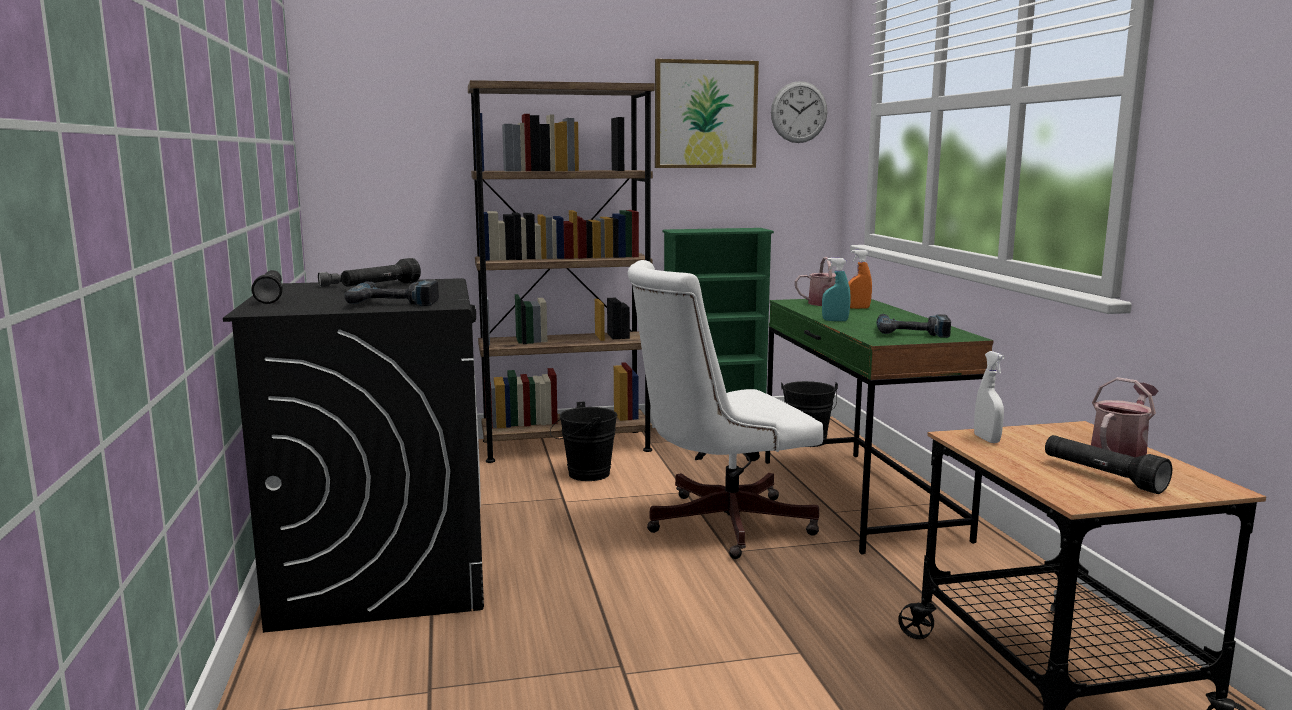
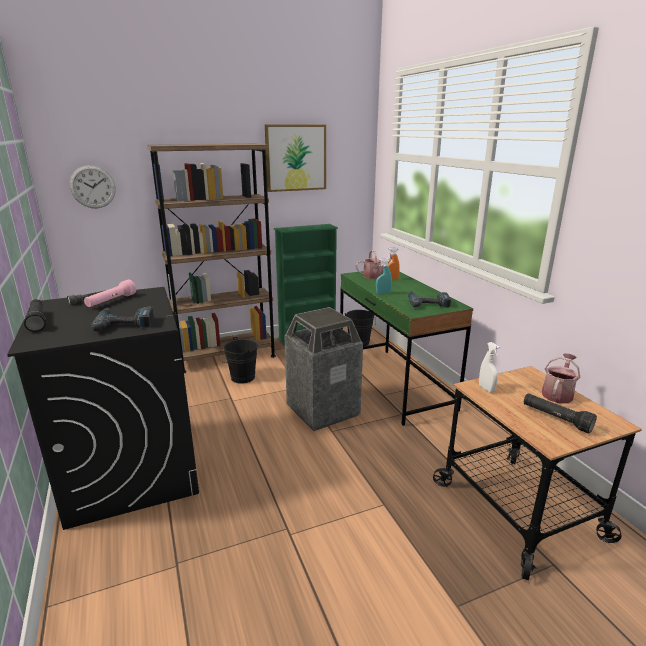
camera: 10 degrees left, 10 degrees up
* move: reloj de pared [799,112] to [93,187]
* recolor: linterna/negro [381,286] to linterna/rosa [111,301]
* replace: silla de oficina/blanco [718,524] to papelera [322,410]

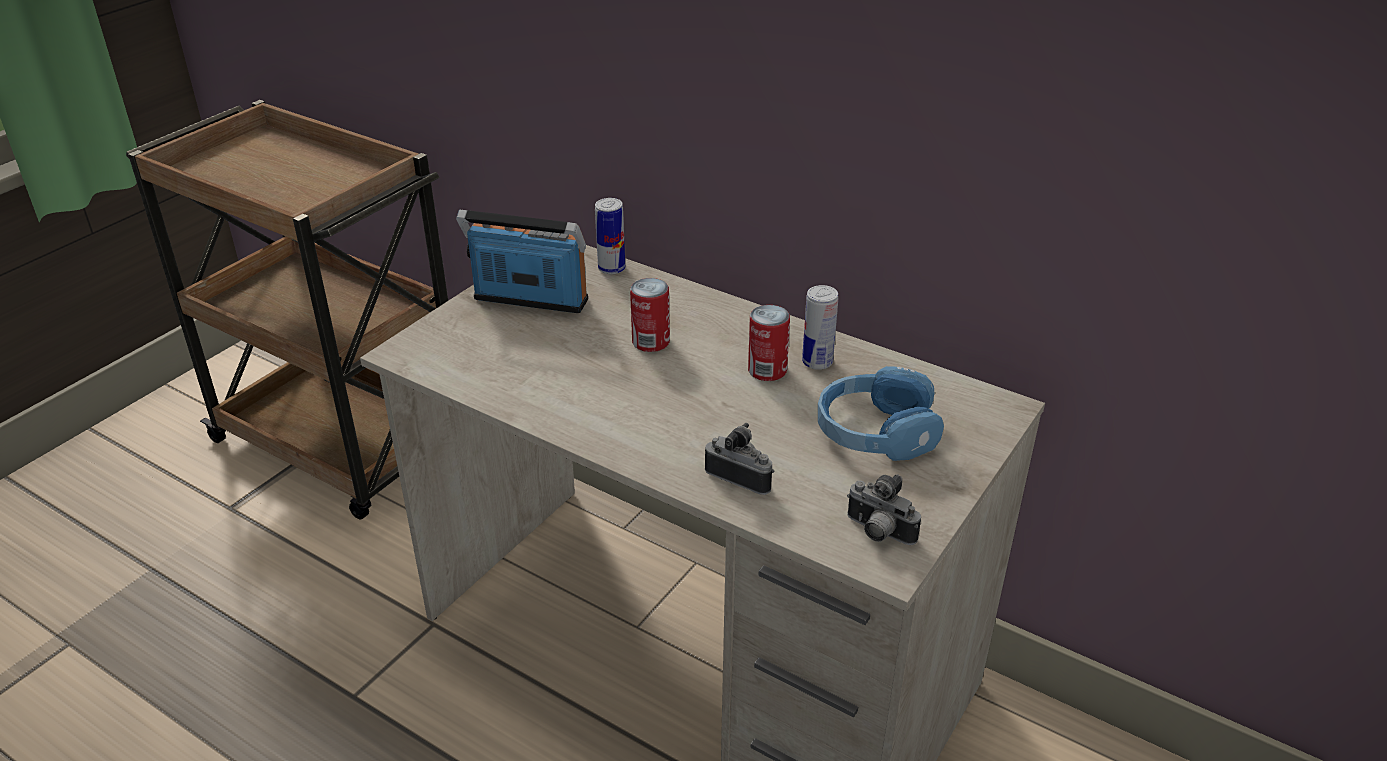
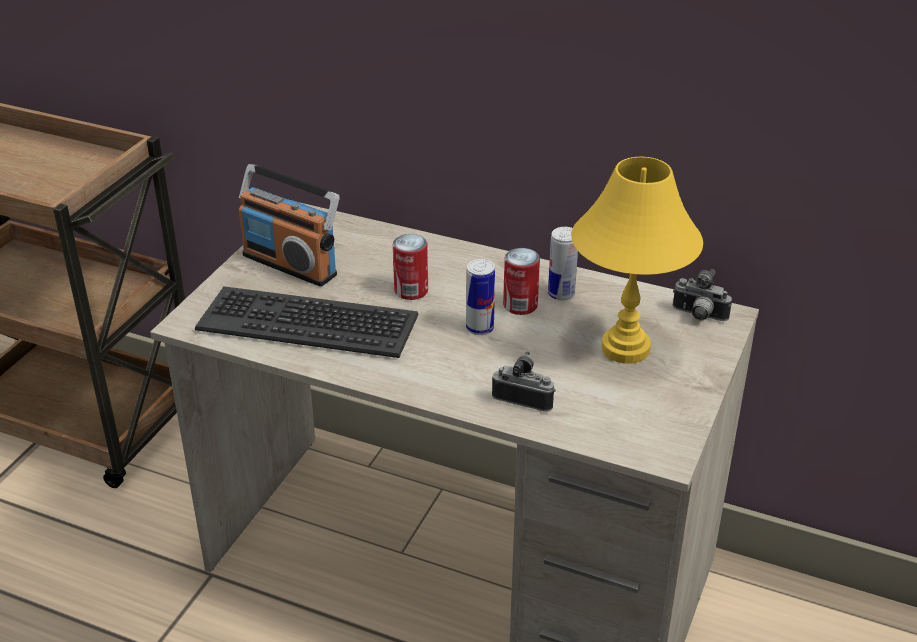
camera: 10 degrees left, 0 degrees up
* move: lata [611,269] to [479,328]
* rotate: radio [530,300] = [290,264] 150 degrees counterclockwise
* replace: auriculares/azul [875,432] to lámpara de mesa/amarillo [626,349]
* move: cámara [877,533] to [698,316]
* insert: teclado [308,322]

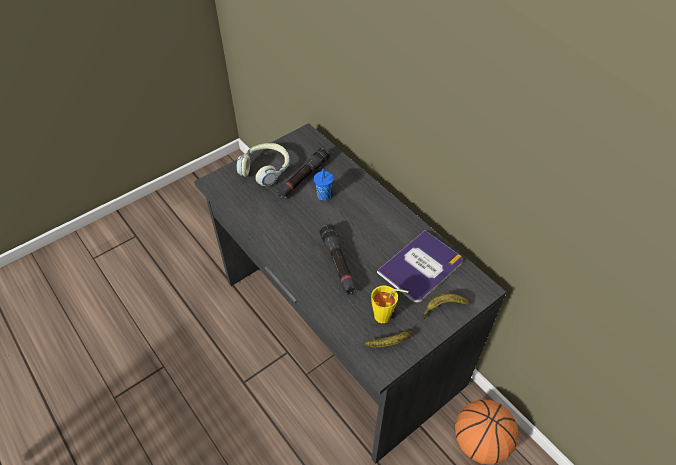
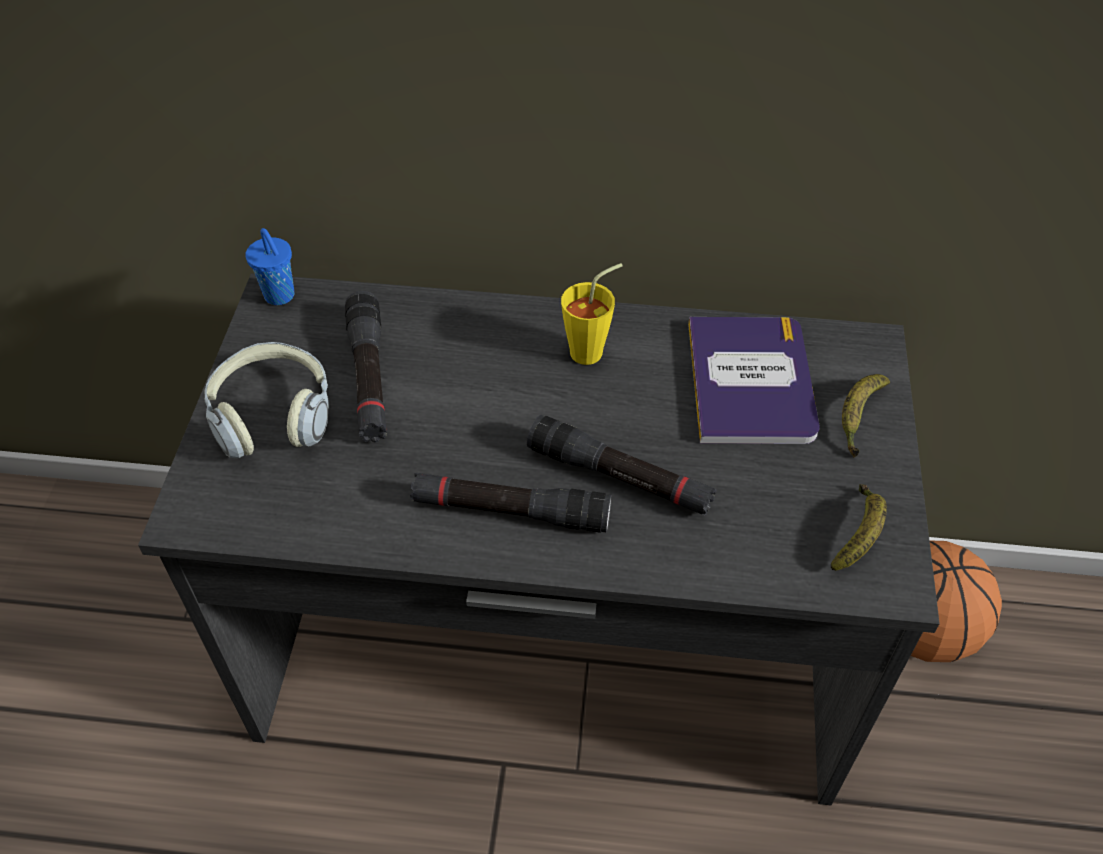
camera: 45 degrees left, 0 degrees up
* move: taza/azul [323,196] to [280,296]
* move: taza/amarillo [386,317] to [593,350]
* insert: linterna/negro [510,511]

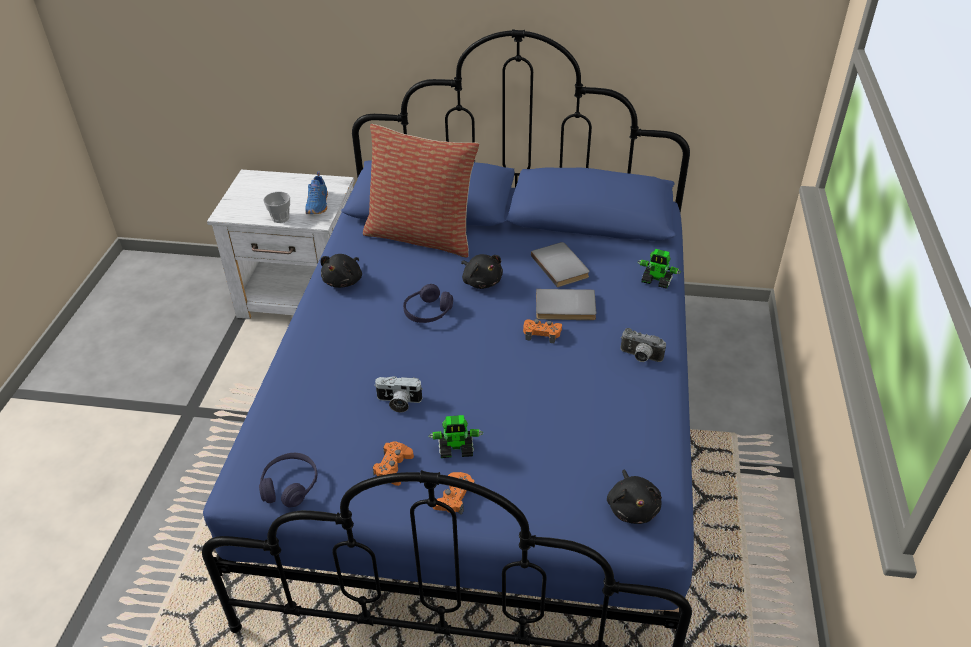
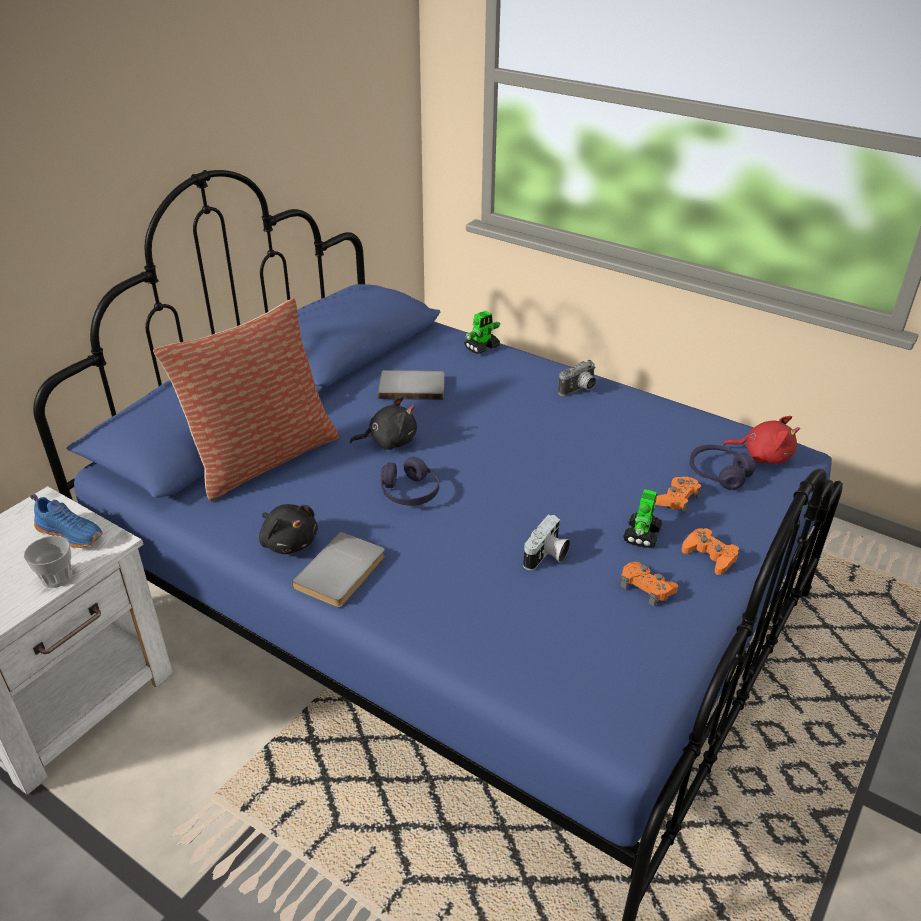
camera: 65 degrees left, 5 degrees down
* move: libro/gris [565,308] to [343,573]
* move: mando de consola/naranja [542,333] to [677,499]
* move: auriculares/morado [290,486] to [718,474]
* recolor: peluche/negro [632,507] to peluche/rojo [763,456]

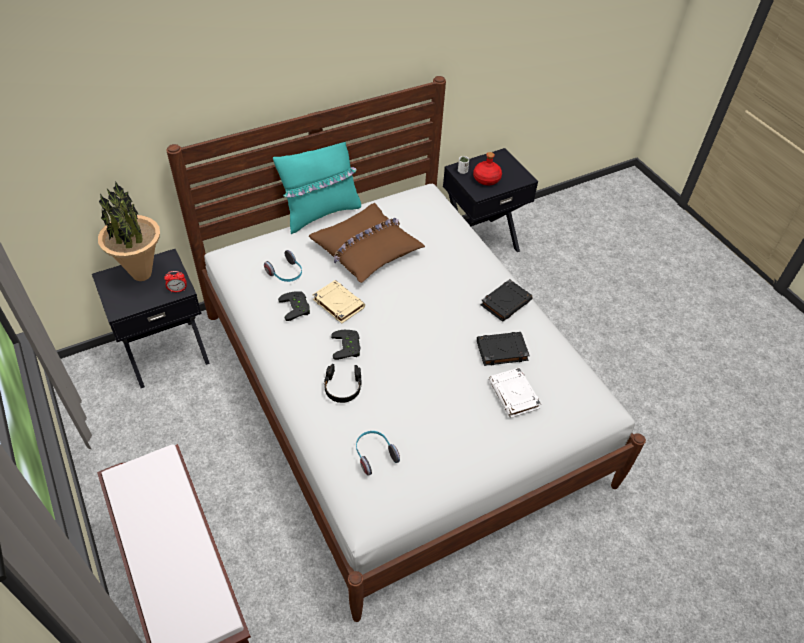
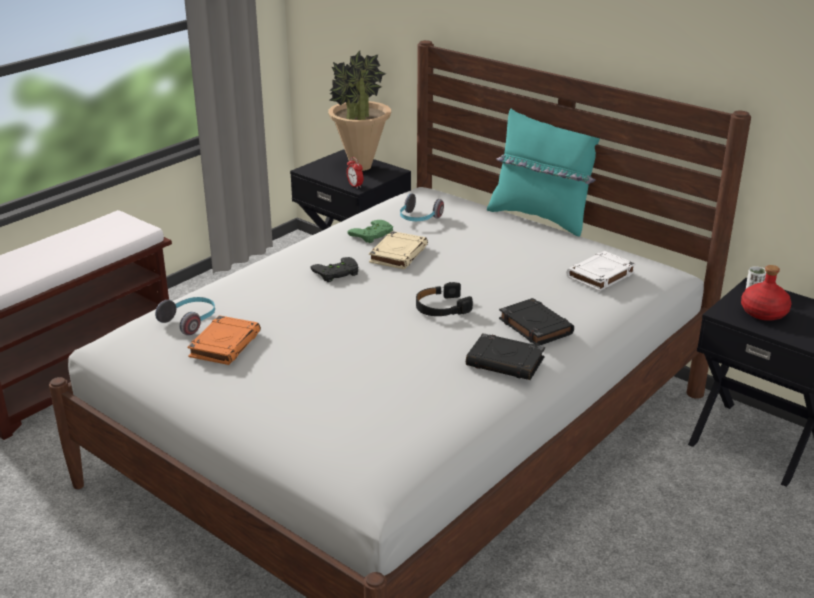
camera: 70 degrees right, 20 degrees down
* delete: cojín/marrón [366,249]
* recolor: mando de consola/negro [297,307] to mando de consola/verde [373,235]
* move: libro/negro [501,351] to [534,326]
* move: auriculares/negro [342,387] to [441,308]
* move: libro/blanco [514,395] to [600,275]
* insert: libro/naranja [225,344]

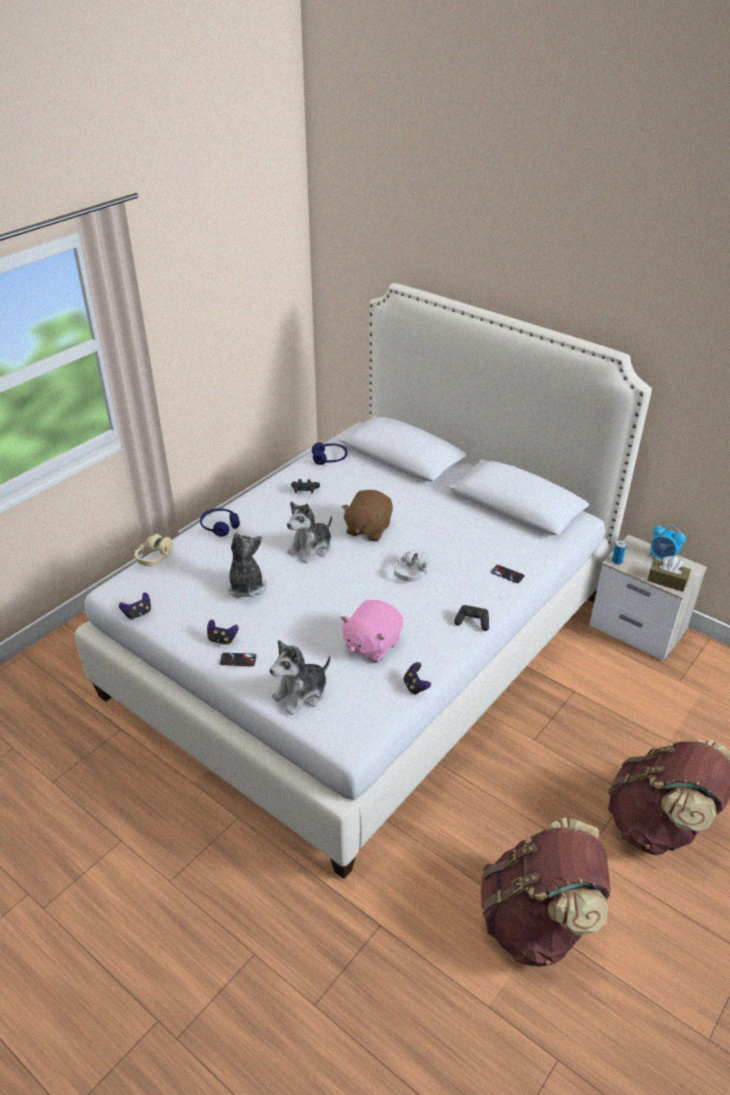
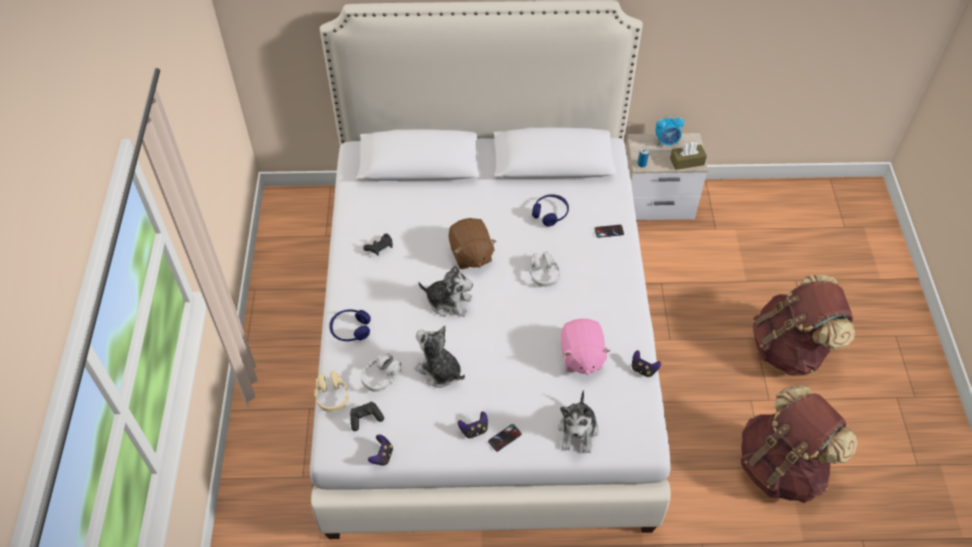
camera: 40 degrees left, 15 degrees up
* move: auriculares/azul [330,459] to [550,213]
* rotate: peluche [311,548] = [448,302] 75 degrees counterclockwise
* move: mando de consola/negro [472,622] to [365,418]
* insert: auriculares/gris [381,376]

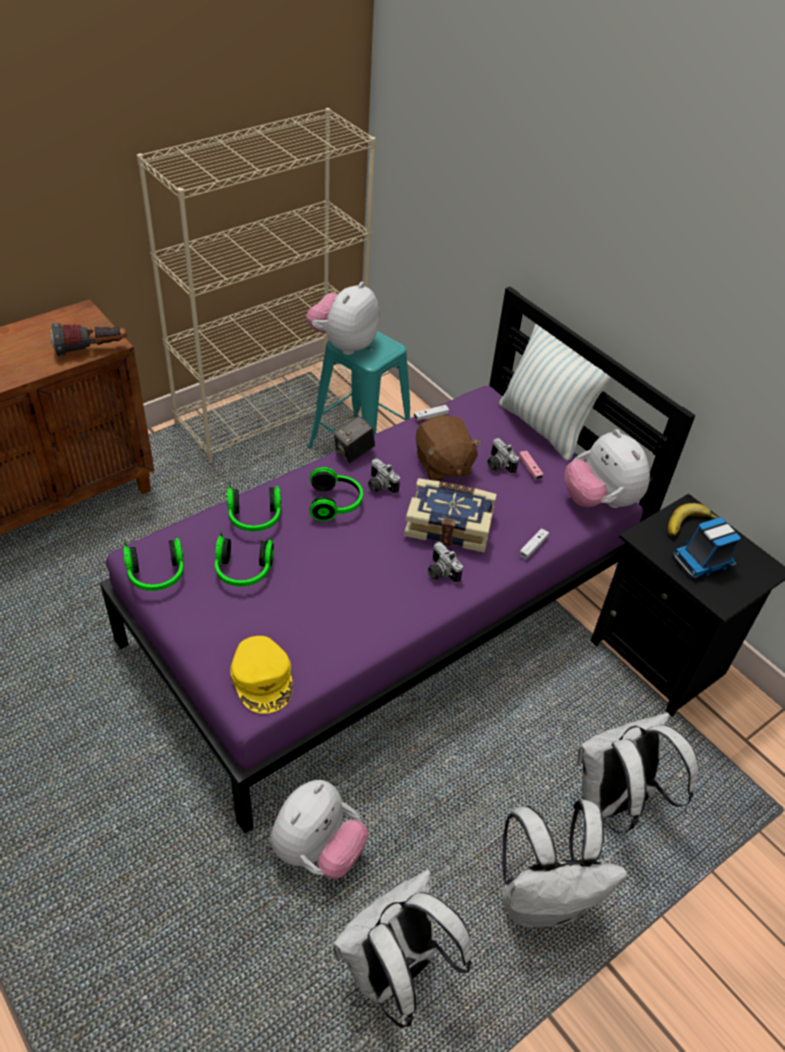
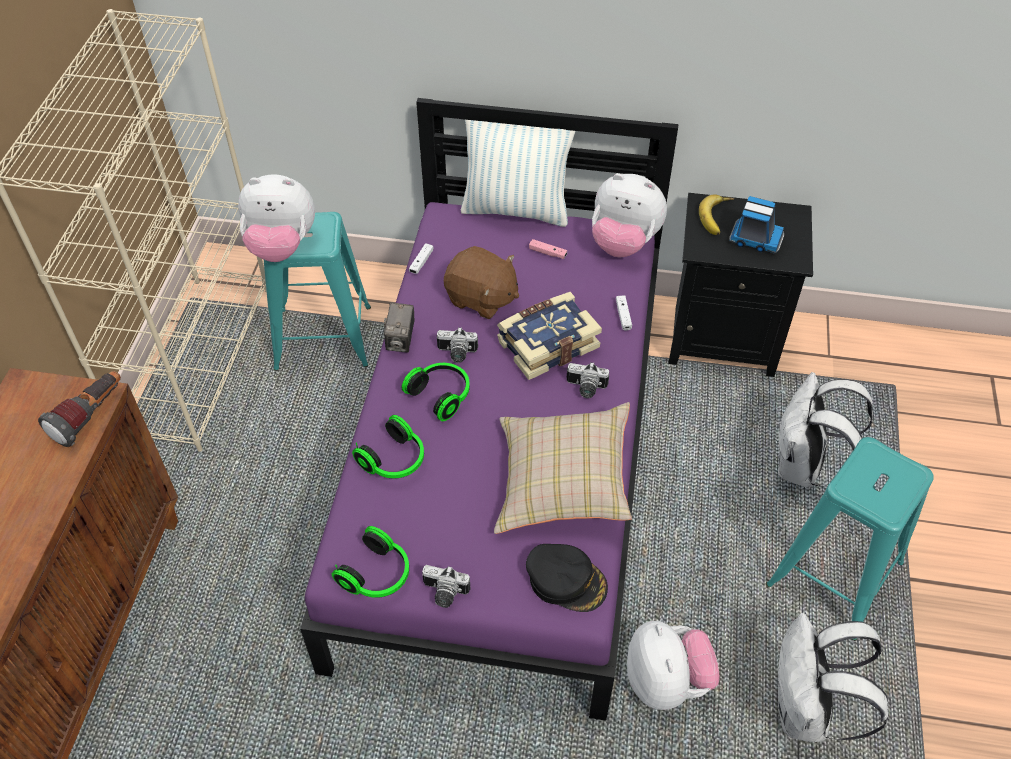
camera: 40 degrees left, 5 degrees up
* rotate: peluche [343,344] = [281,246] 75 degrees counterclockwise
* move: cámara [497,465] to [444,594]
* rotate: camión de juguete [703,561] = [754,239] 90 degrees counterclockwise
* delete: auriculares [243,572]
* recolor: gorra/amarillo [263,678] to gorra/negro [566,580]
* replace: mochila/blanco [542,900] to taburete/turquesa [834,575]
* insert: cojín/beis [562,482]

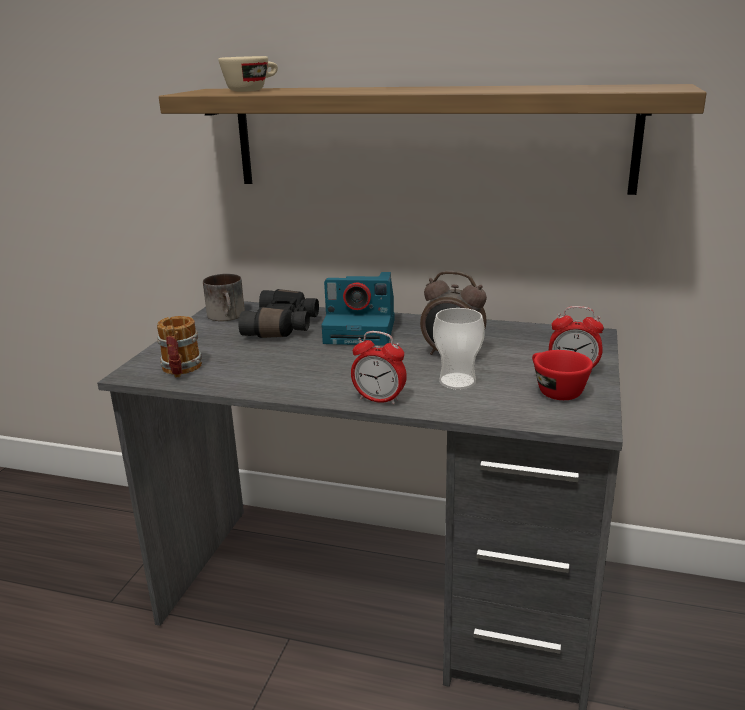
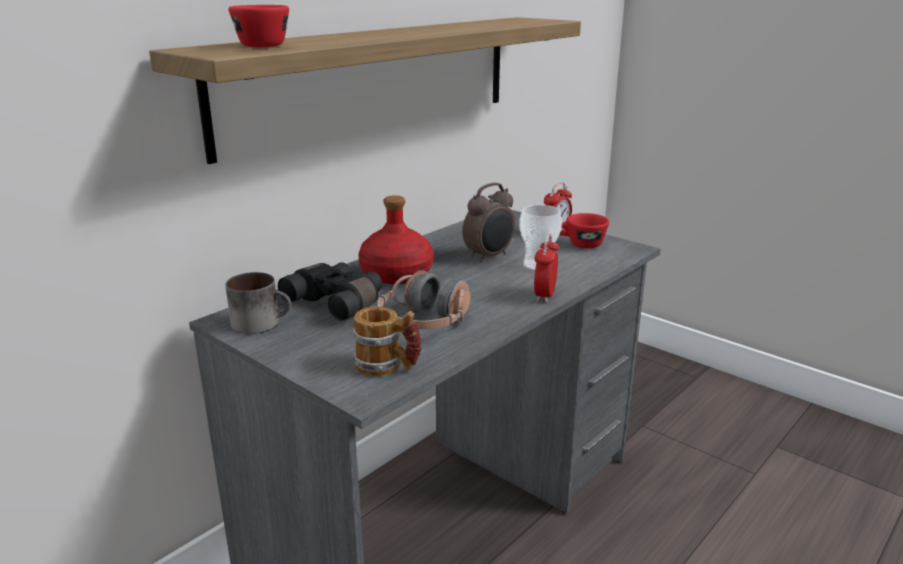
camera: 65 degrees left, 0 degrees up
* recolor: taza/beis [252,90] to taza/rojo [261,45]
* replace: cámara [362,331] to botella/rojo [396,274]
* rotate: despertador [379,399] = [544,295] 150 degrees clockwise
* insert: auriculares [424,322]

